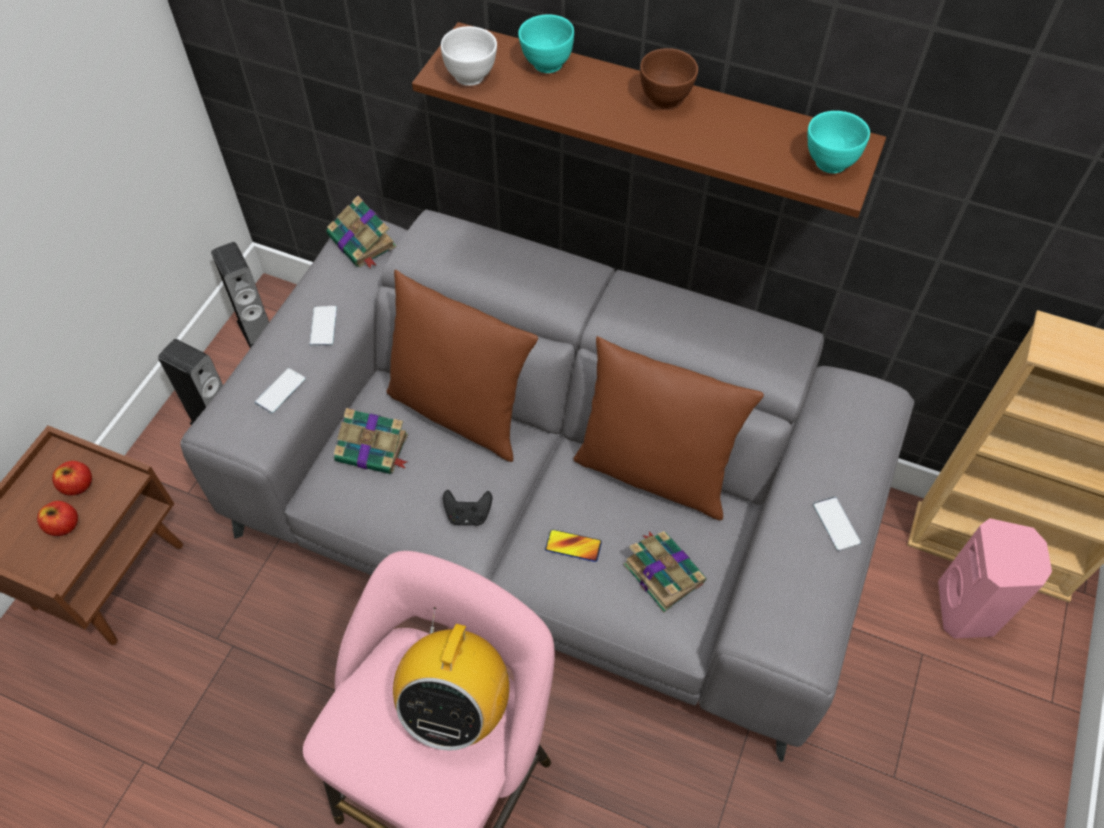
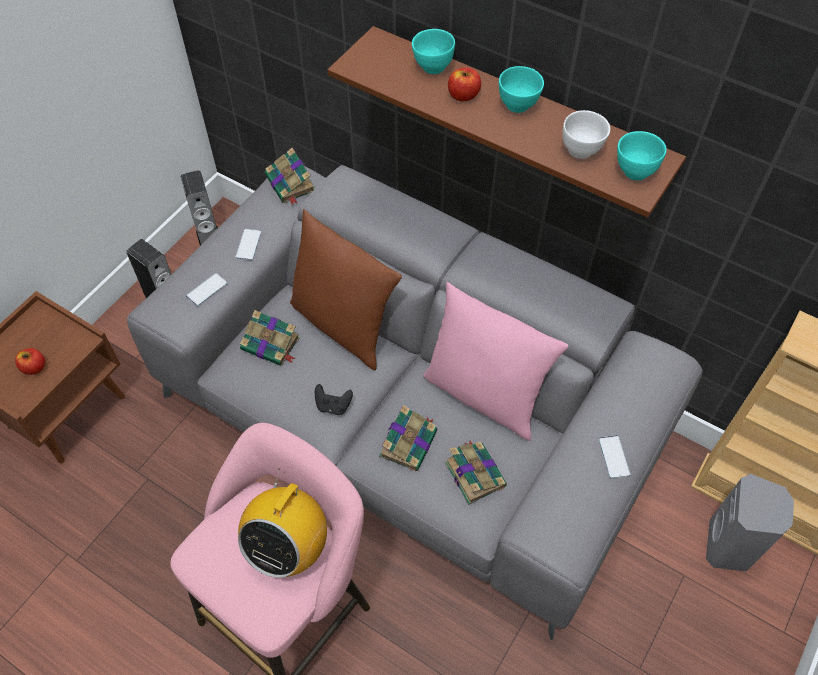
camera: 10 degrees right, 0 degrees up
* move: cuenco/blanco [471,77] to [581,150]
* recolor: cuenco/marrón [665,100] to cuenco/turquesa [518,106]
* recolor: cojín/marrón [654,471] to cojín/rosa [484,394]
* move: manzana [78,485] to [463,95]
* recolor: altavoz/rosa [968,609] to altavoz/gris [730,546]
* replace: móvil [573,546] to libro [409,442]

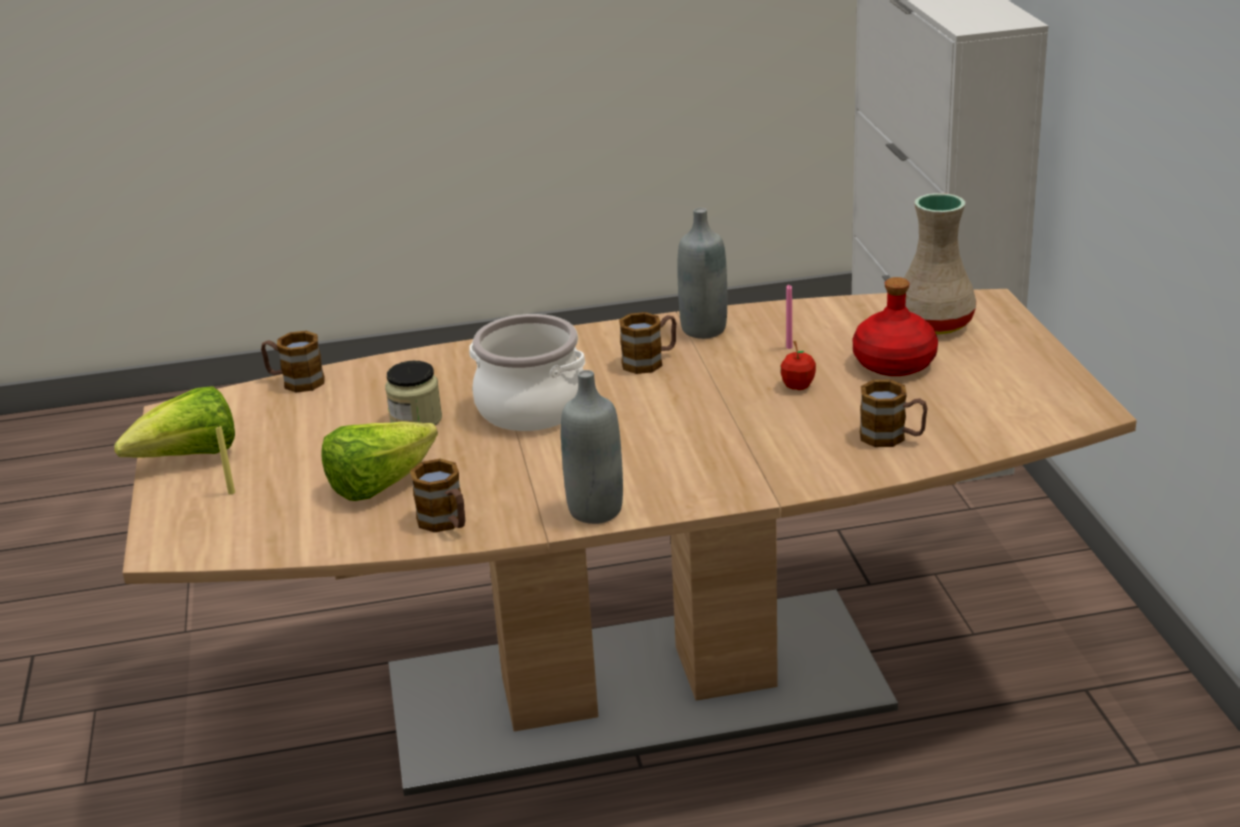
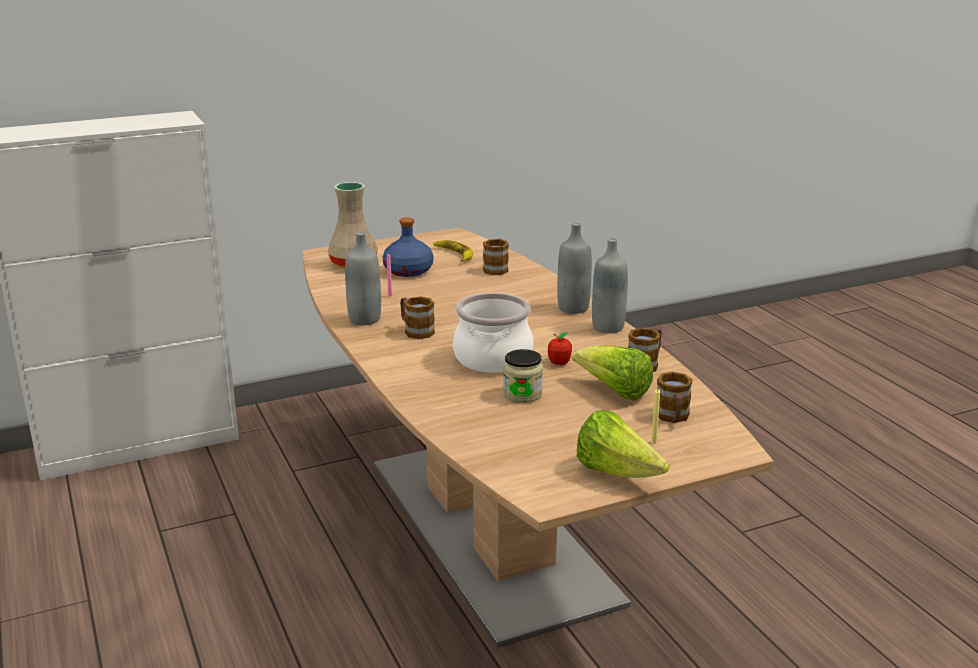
camera: 105 degrees left, 5 degrees down
* recolor: botella/rojo [893,363] to botella/azul [408,271]
* move: taza grande [295,381] to [673,418]
* move: manzana [798,386] to [559,362]
* insert: botella/gris [573,308]
* insert: plátano [454,254]

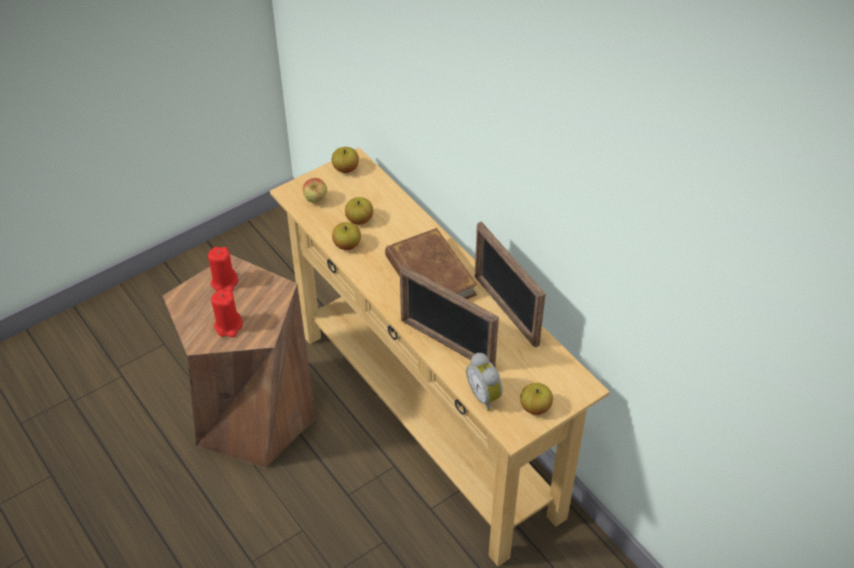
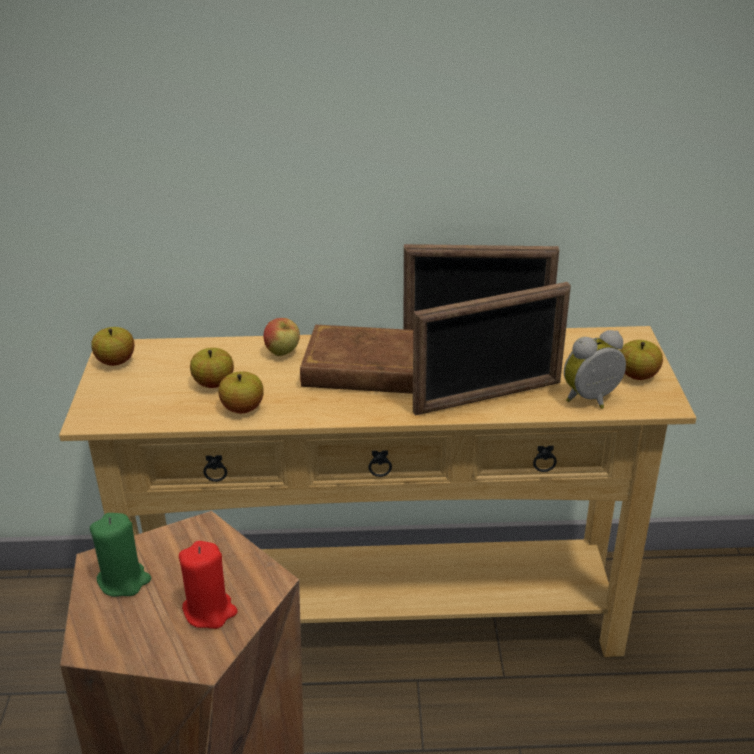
camera: 55 degrees left, 15 degrees down
* move: manzana [316,200] to [283,353]
* recolor: vela/rojo [224,282] to vela/verde [124,580]
* rotate: despertador [485,395] = [593,401] 150 degrees clockwise

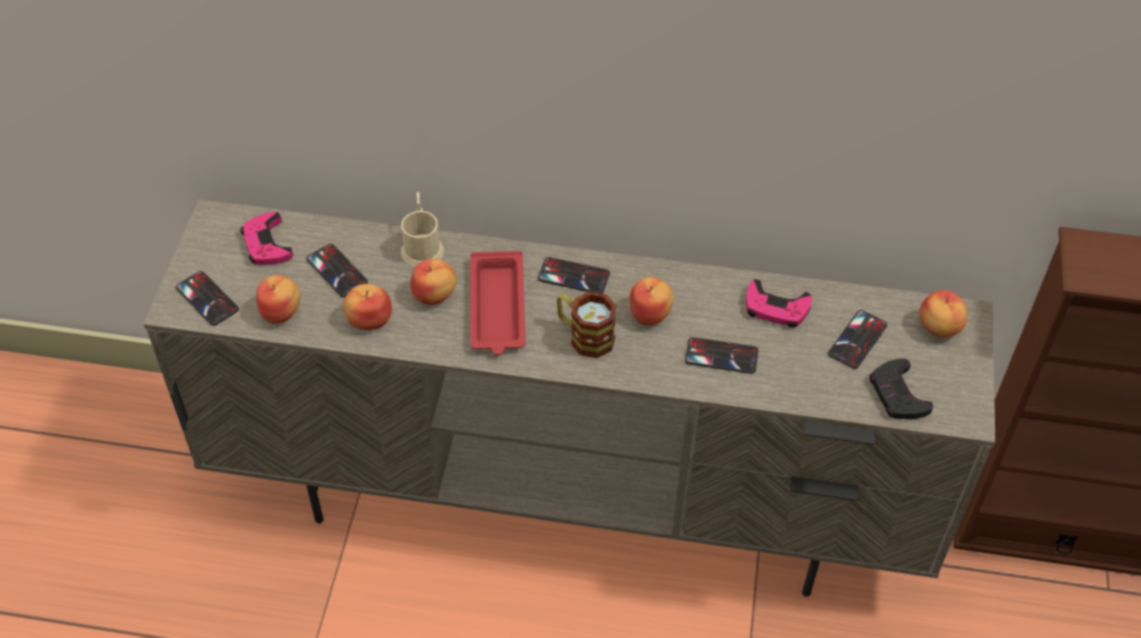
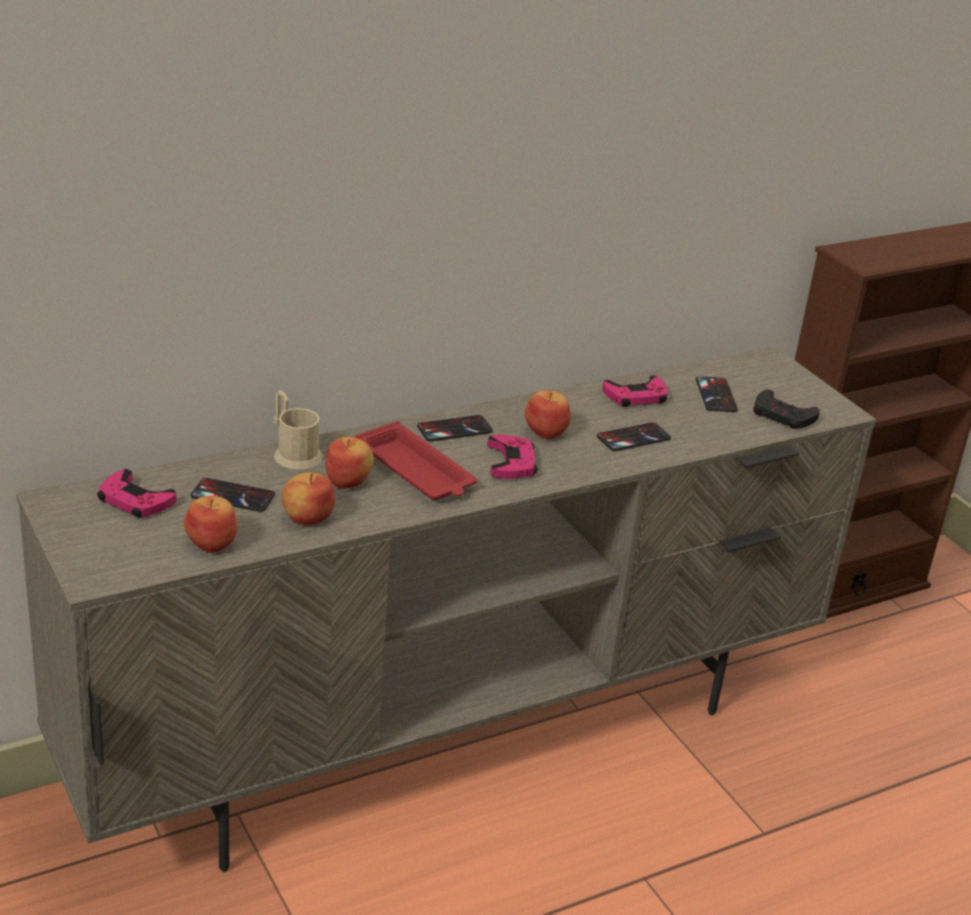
camera: 40 degrees left, 20 degrees down
* delete: móvil [207,299]
* delete: manzana [938,328]
* replace: taza grande [584,335] to mando de consola/rosa [511,463]

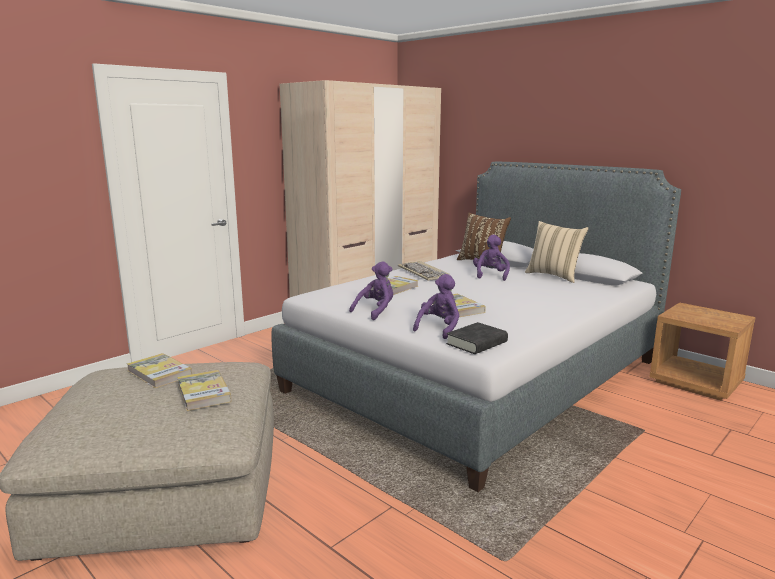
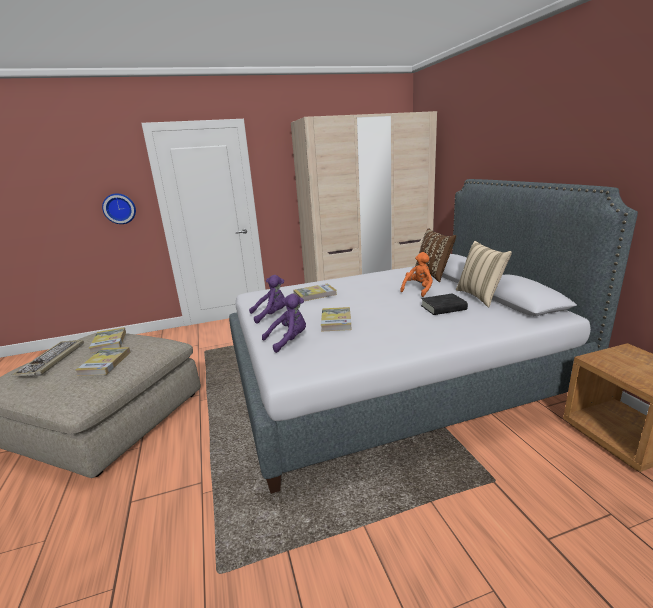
camera: 30 degrees right, 5 degrees up
* recolor: peluche/morado [490,275] to peluche/naranja [418,290]
* move: teclado [423,273] to [52,360]
* move: libro/negro [476,343] to [443,308]
* insert: reloj de pared [119,208]

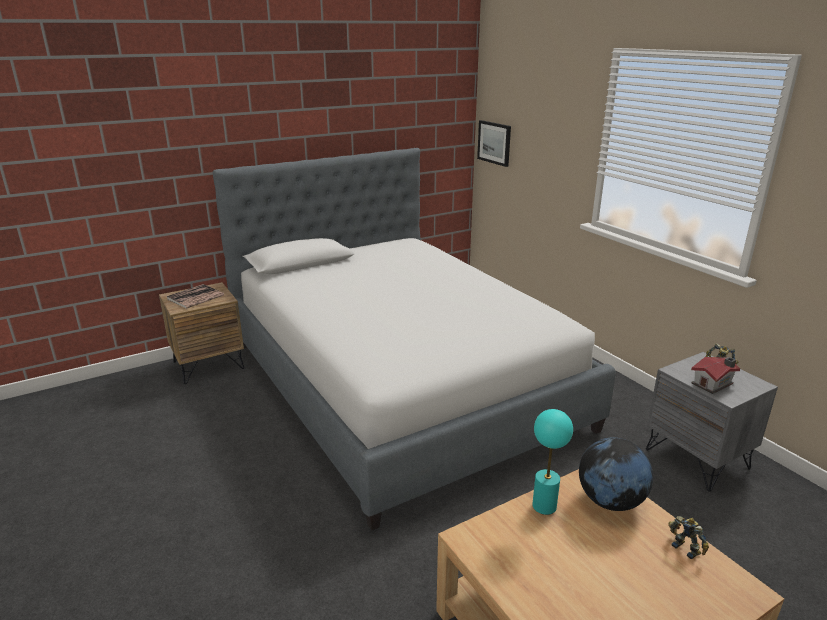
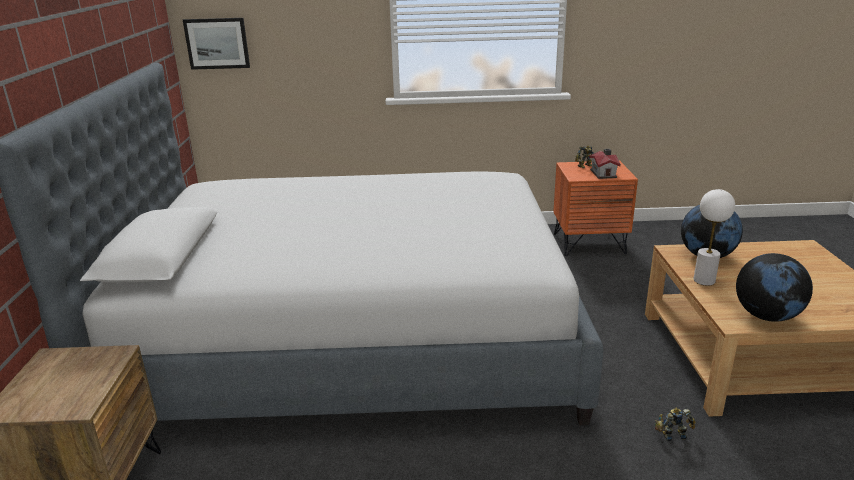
camera: 60 degrees left, 0 degrees up
* delete: libro [195,297]
* recolor: mesita de noche/gris [697,459] to mesita de noche/naranja [589,243]
* recolor: lámpara de mesa/turquesa [544,506] to lámpara de mesa/blanco [704,280]
* move: robot de juguete [686,547] to [672,434]
* insert: globo terráqueo [767,316]

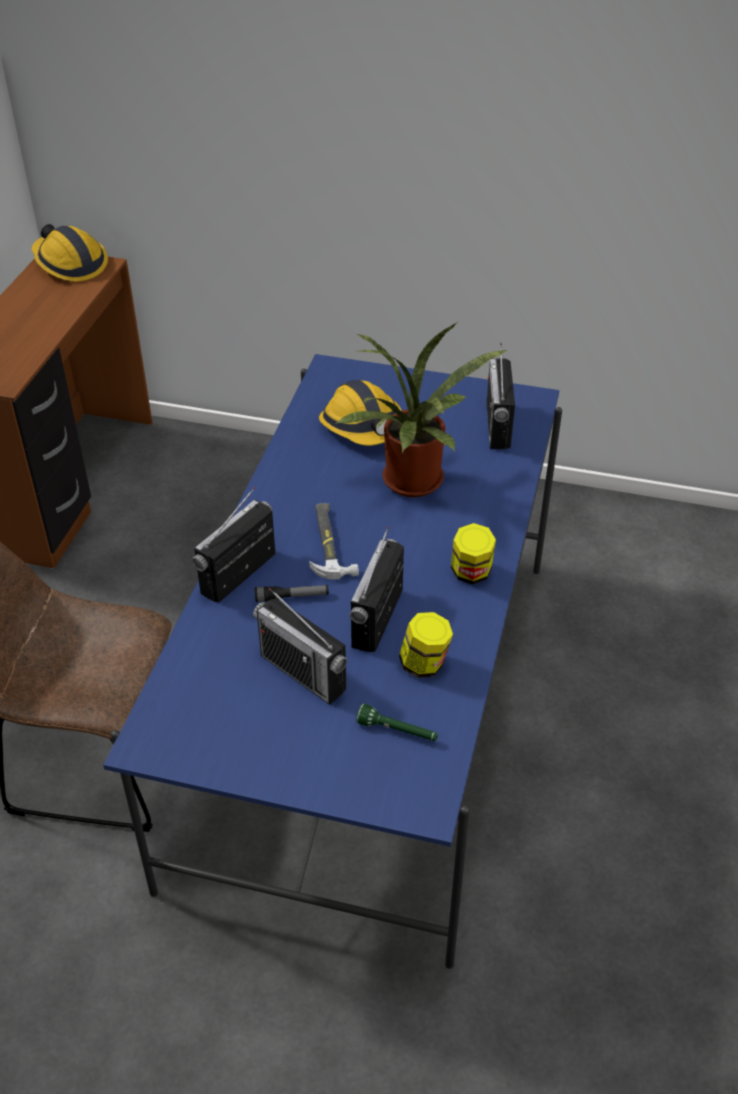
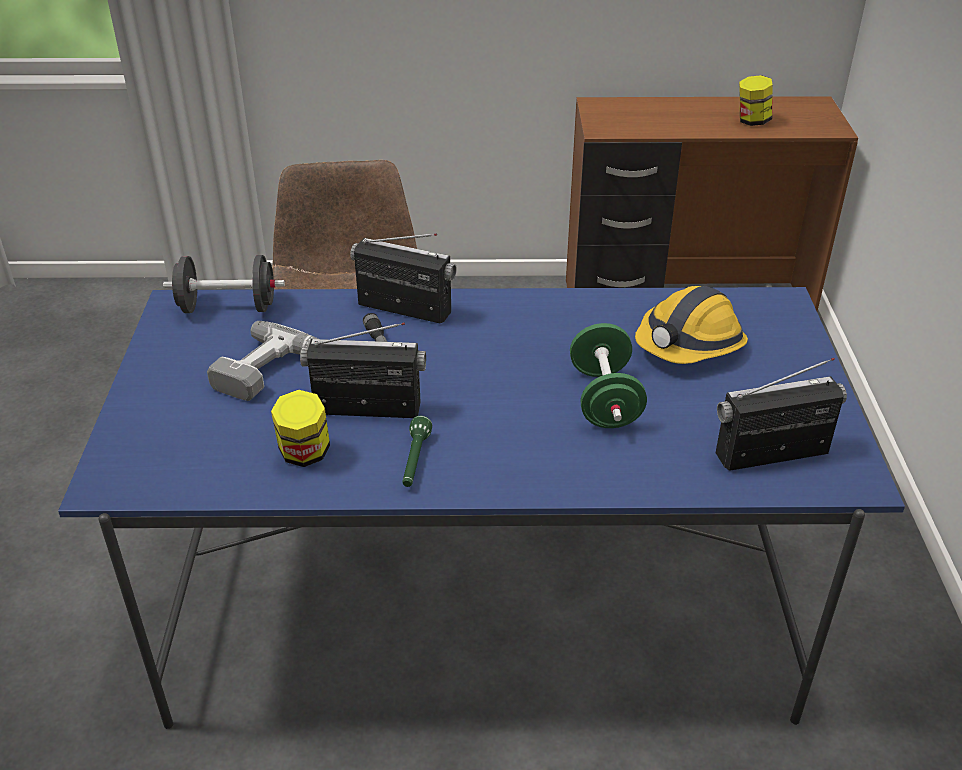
camera: 75 degrees right, 5 degrees down
* delete: casco [70,264]
* replace: planta en maceta [413,485] to mancuerna/verde [604,399]
* delete: martillo [329,543]
* move: tarro [471,573] to [752,121]
* replace: radio [303,673] to taladro [276,373]
* move: linterna/verde [397,731] to [415,461]
* insert: mancuerna/negro [228,307]

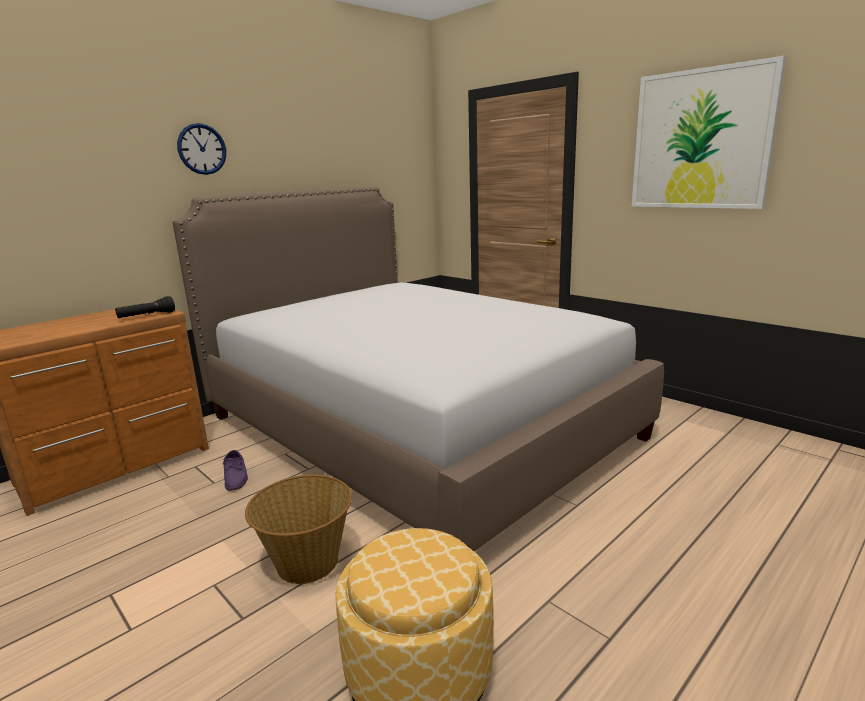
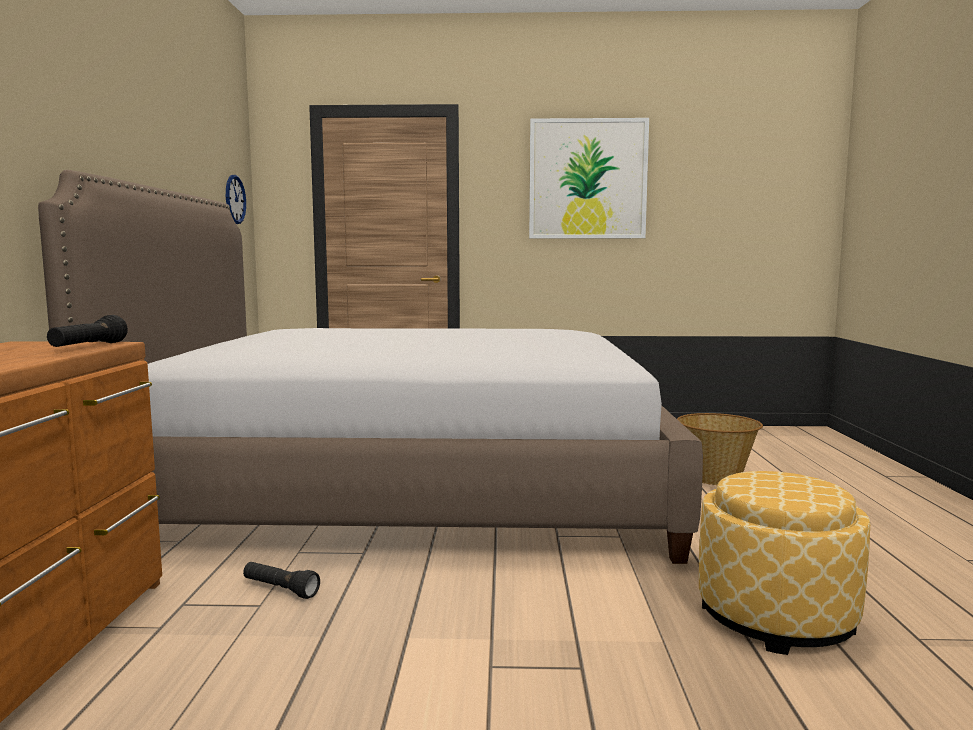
camera: 45 degrees left, 10 degrees down
* move: reloj de pared [202,149] to [235,199]
* replace: zapato/morado [236,476] to linterna/negro [280,589]
* move: cesta [307,563] to [716,478]

